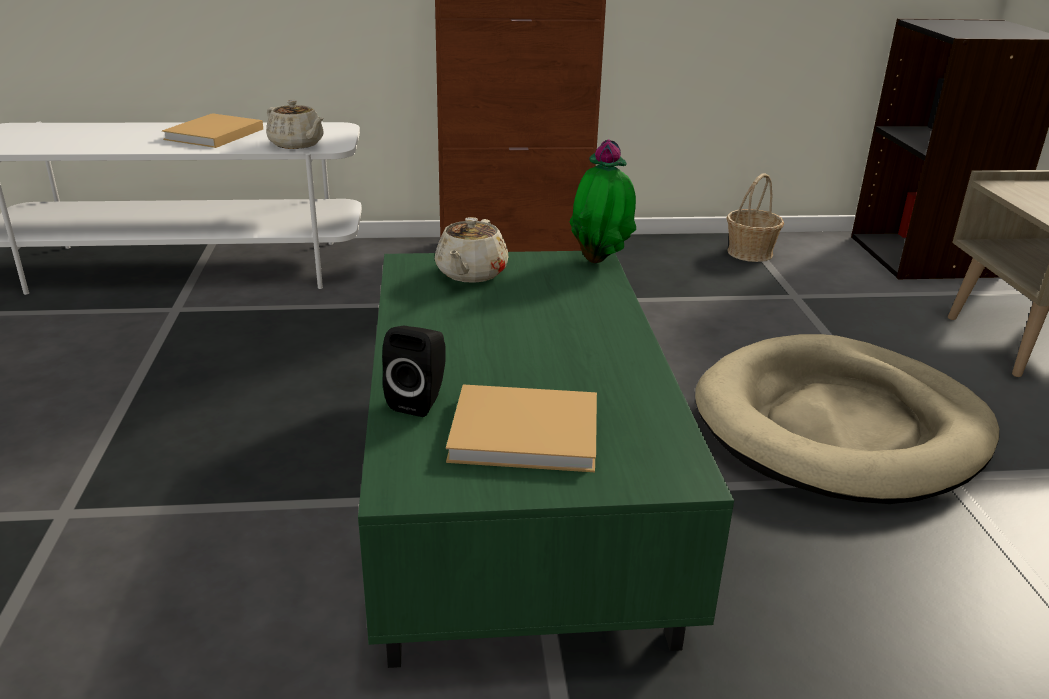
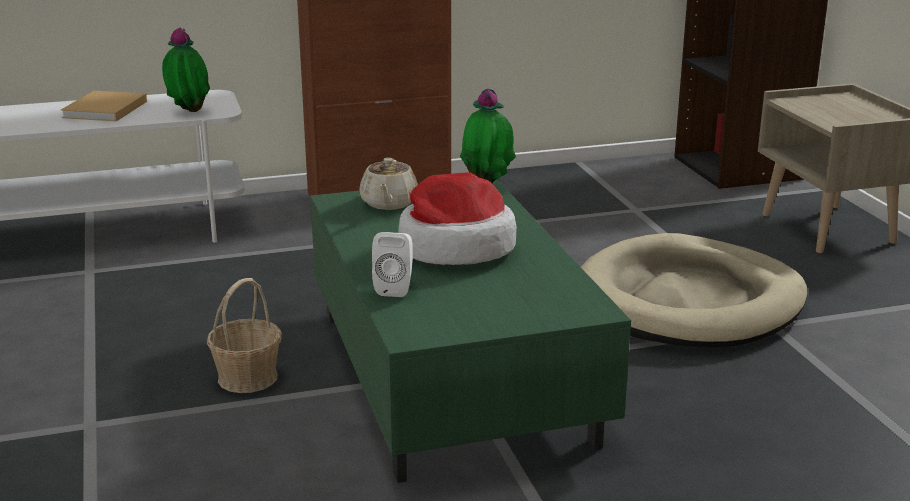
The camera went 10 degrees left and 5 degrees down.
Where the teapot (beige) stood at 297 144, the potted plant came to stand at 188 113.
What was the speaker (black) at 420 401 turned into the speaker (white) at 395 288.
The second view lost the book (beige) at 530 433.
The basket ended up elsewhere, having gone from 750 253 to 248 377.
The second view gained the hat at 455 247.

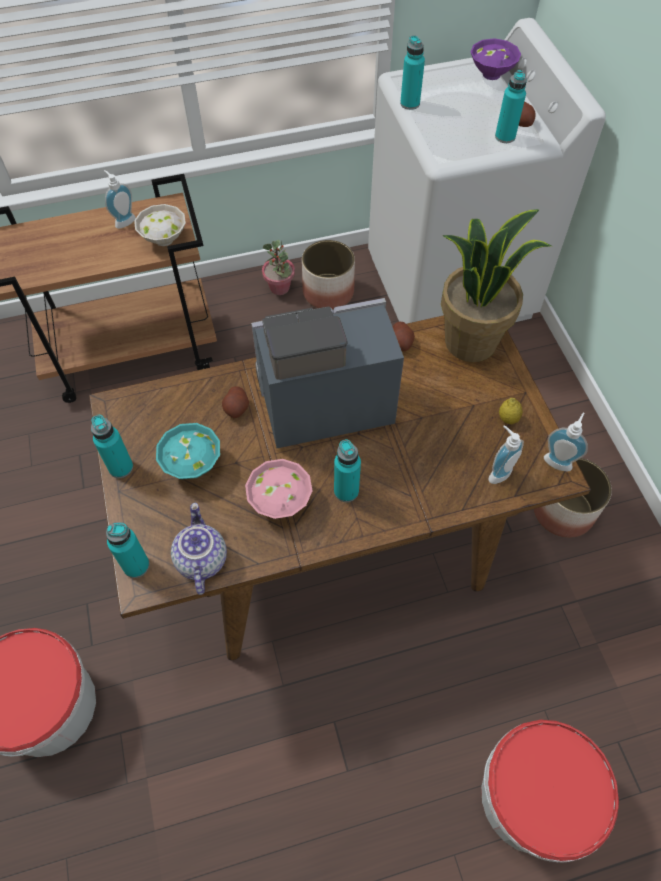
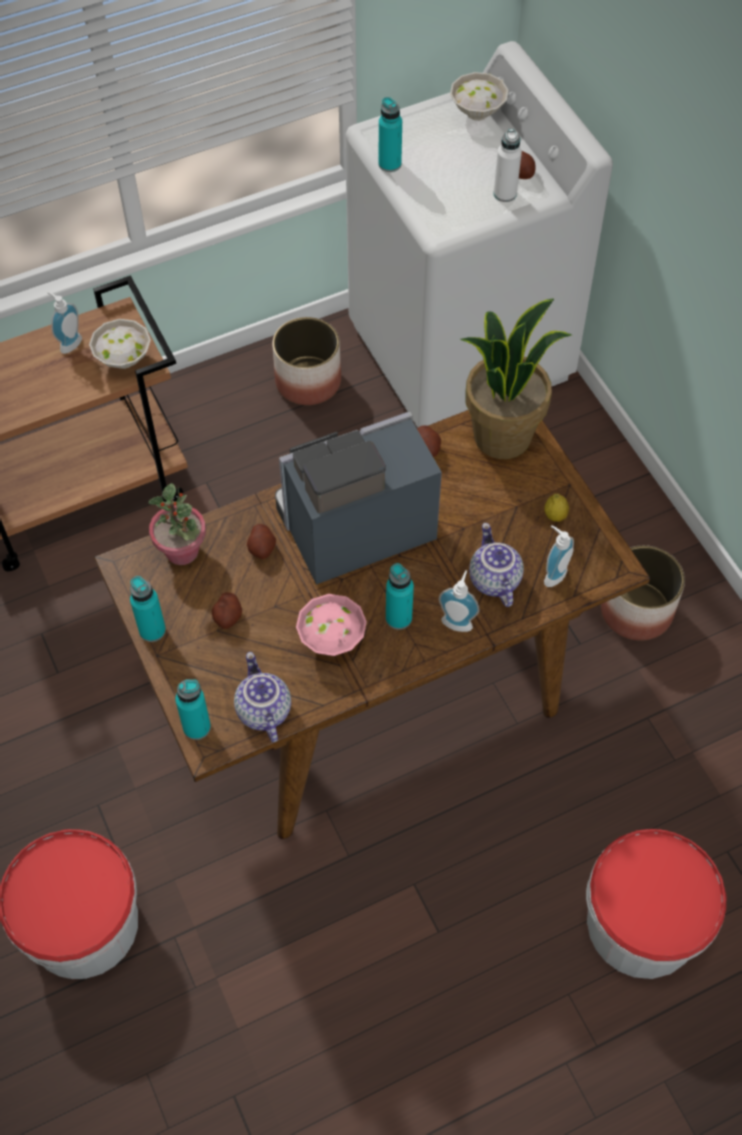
The camera went 10 degrees left and 0 degrees up.
Where the bowl (turquoise) stood at 191 465, the potato came to stand at 228 616.
The potted plant ended up elsewhere, having gone from 280 288 to 182 551.
What was the bowl (purple) at 492 75 turned into the bowl (white) at 478 114.
What was the bottle (turquoise) at 505 137 turned into the bottle (white) at 505 194.
The soap dispenser ended up elsewhere, having gone from 558 460 to 458 620.
The second view gained the teapot at 493 580.

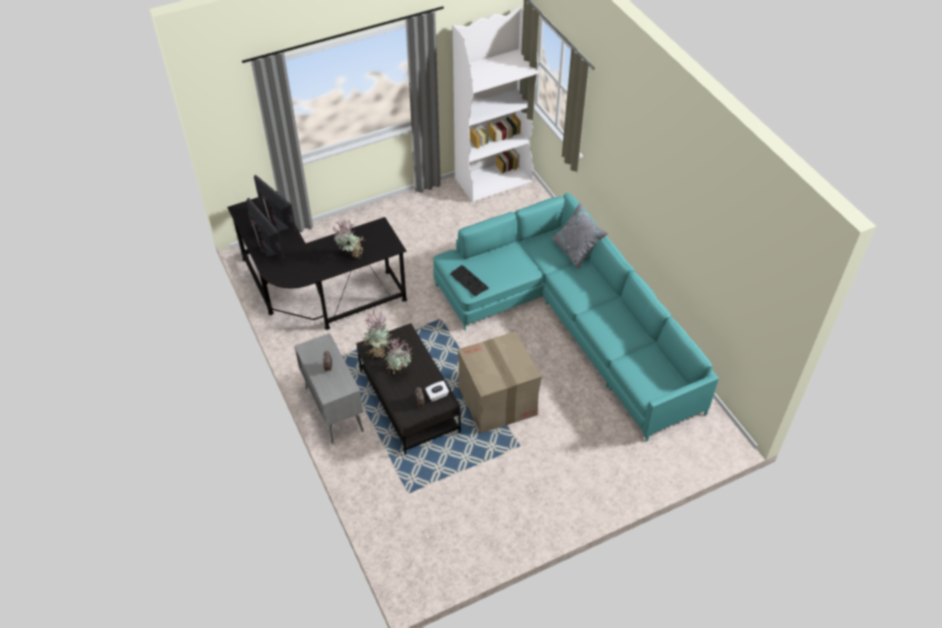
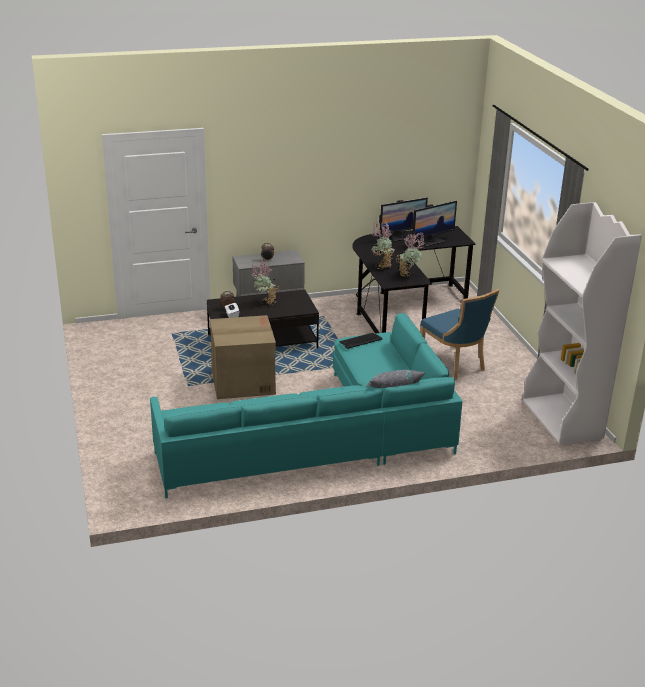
The camera went 100 degrees right and 20 degrees down.
The potted plant ended up elsewhere, having gone from 378 351 to 409 275.
The second view gained the chair (blue) at 454 365.

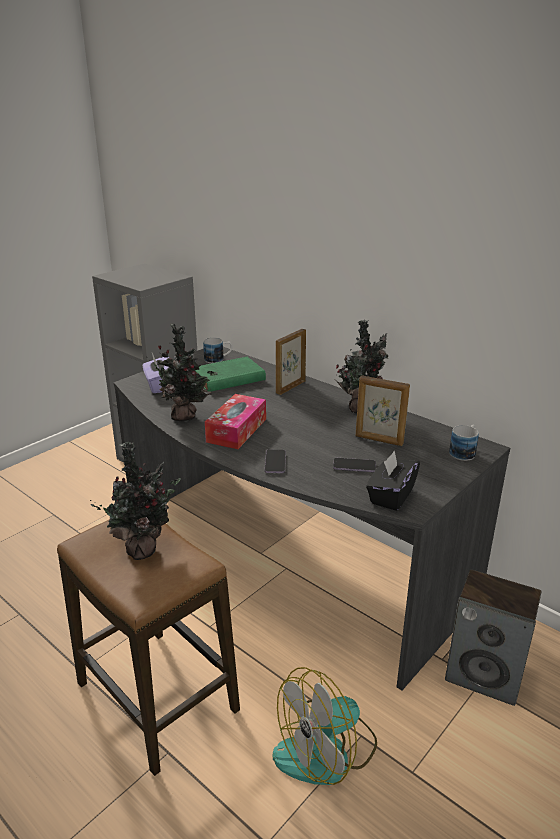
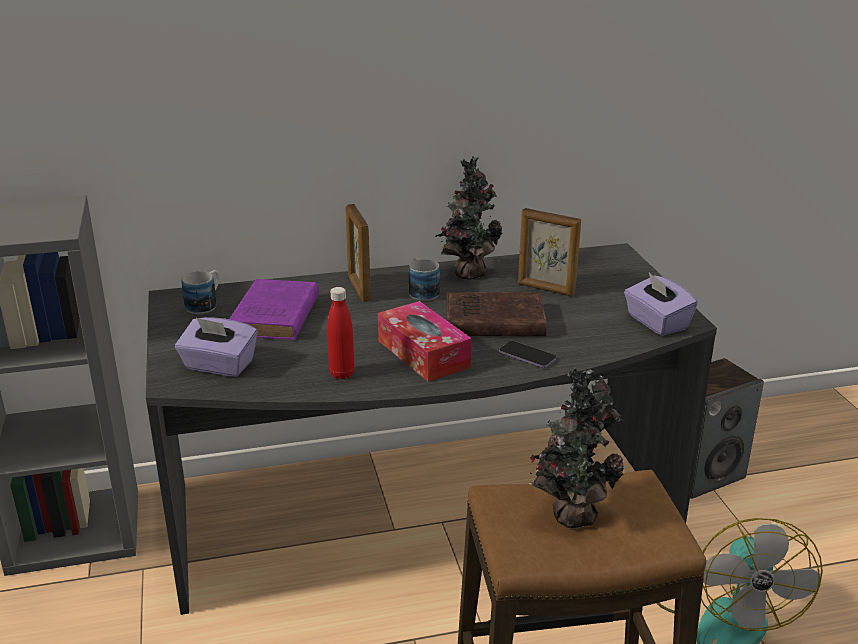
The camera went 55 degrees left and 0 degrees up.
Where the potted plant stood at 186 416, the bottle (red) came to stand at 342 374.
What was the book (green) at 226 379 turned into the book (purple) at 274 317.
The second view lost the phone at 354 466.
The picture frame at 379 440 ended up facing another way, 60 degrees clockwise from before.
What was the tissue box (black) at 391 496 turned into the tissue box (purple) at 656 322.
The mug ended up elsewhere, having gone from 464 451 to 421 291.
The second view gained the book (brown) at 491 321.

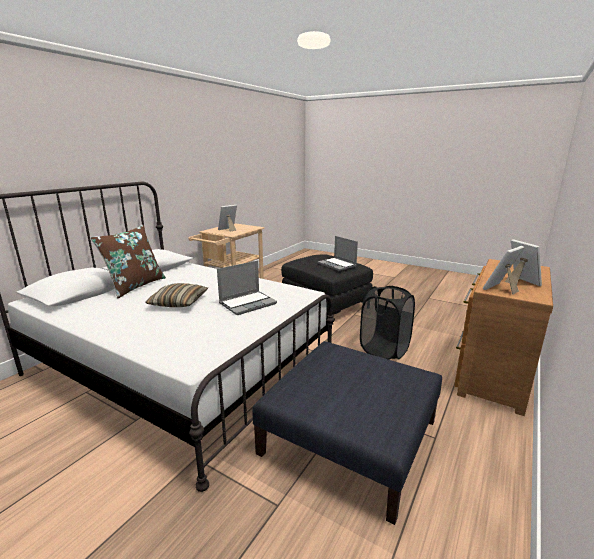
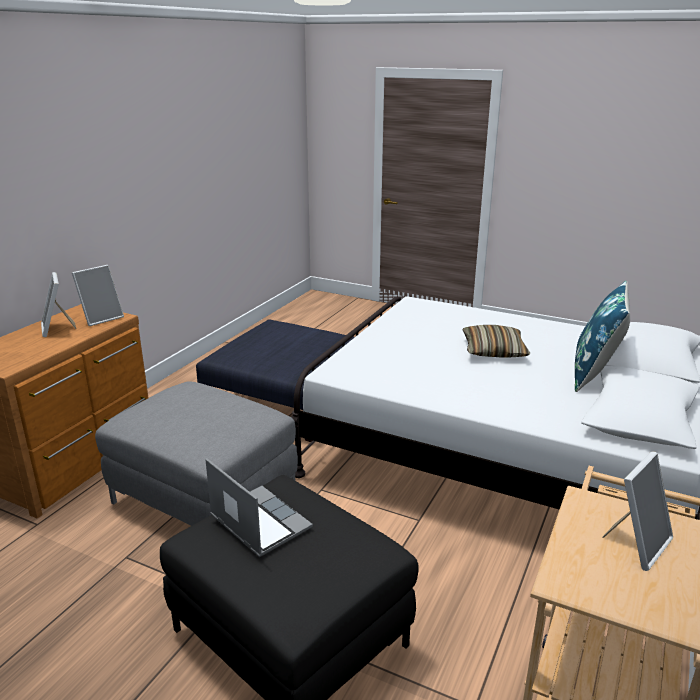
The camera went 175 degrees right and 5 degrees up.
What was the pillow (brown) at 135 286 turned into the pillow (blue) at 594 374.
The second view lost the laptop at 248 303.
Where the laundry basket (black) stood at 384 350, the ottoman (grey) came to stand at 205 497.

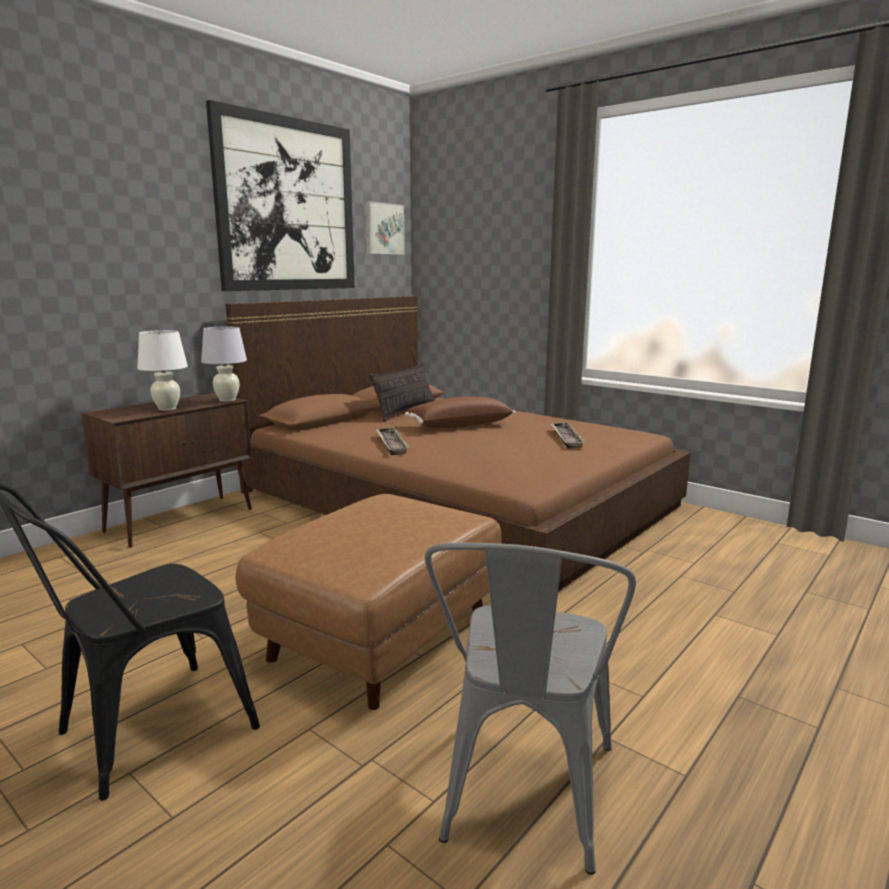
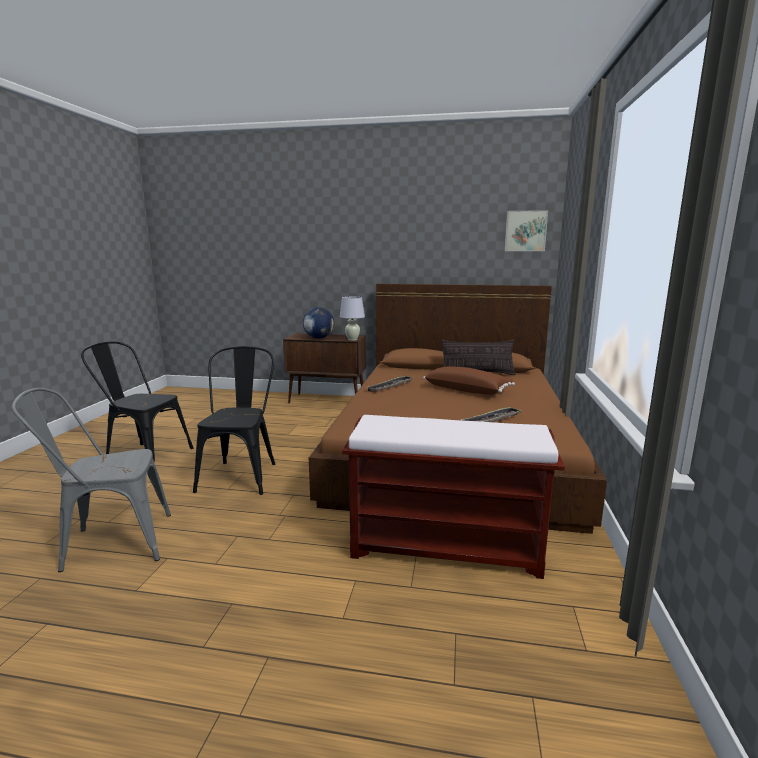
The camera went 60 degrees right and 0 degrees up.
Where the table lamp (white) stood at 167 409, the globe came to stand at 319 338.
The second view lost the picture at 287 205.
Where the ottoman (brown) stood at 380 636, the chair (black) came to stand at 241 474.
The second view gained the bench (brown) at 447 547.

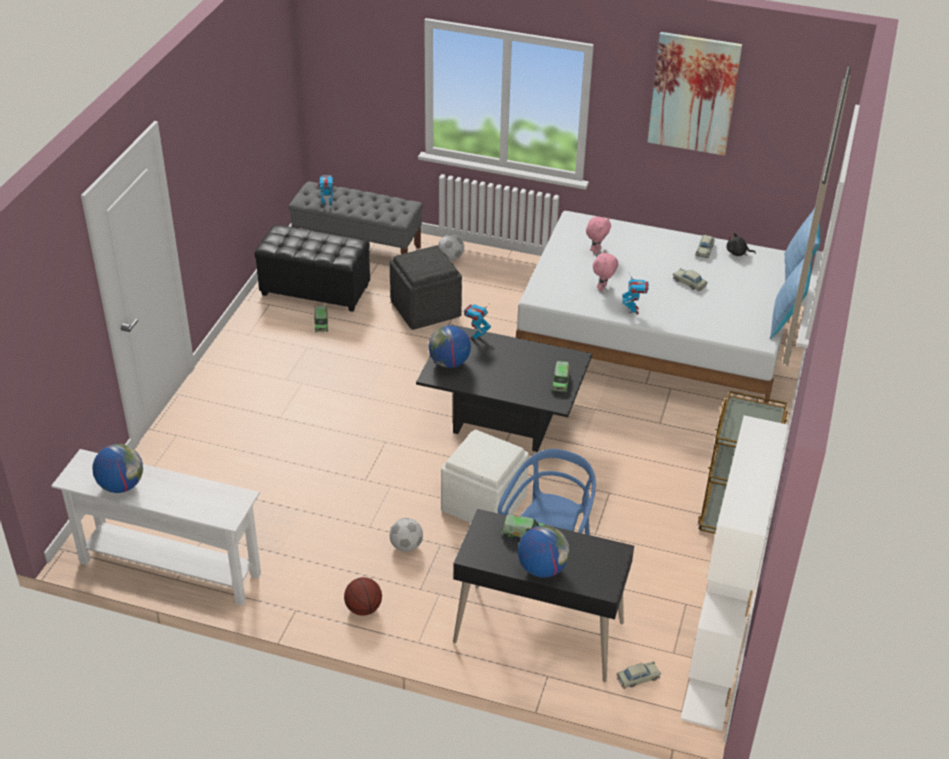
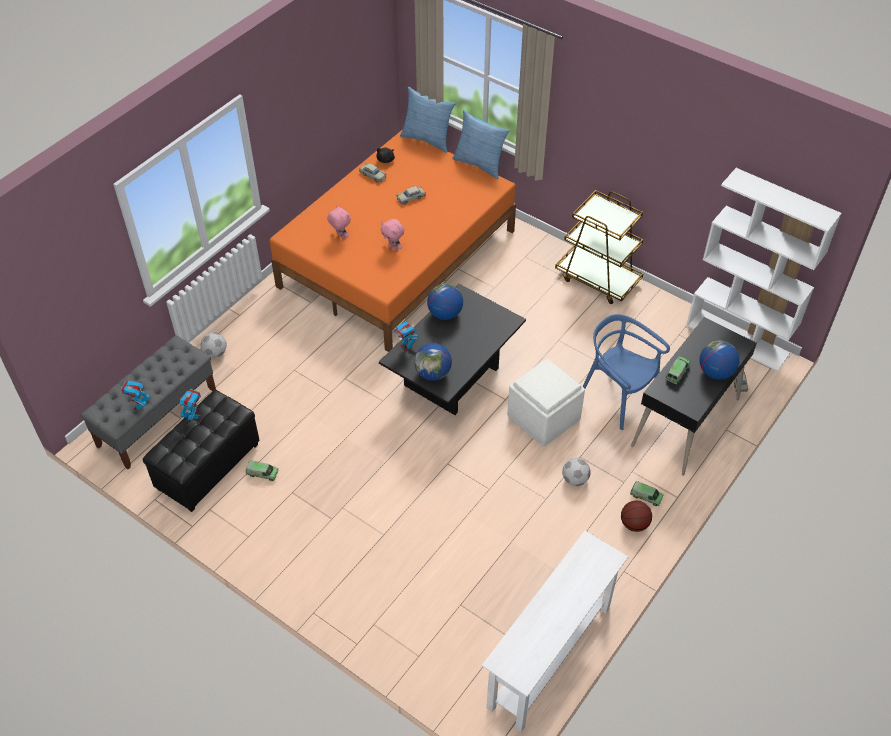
The camera went 70 degrees left and 10 degrees up.
The globe ended up elsewhere, having gone from 121 485 to 445 314.
The second view lost the ottoman (grey) at 426 308.
What was the bed (white) at 654 340 turned into the bed (orange) at 398 258.
The toy truck ended up elsewhere, having gone from 560 381 to 646 496.
The toy robot ended up elsewhere, having gone from 633 310 to 194 417.
The second view lost the picture at 693 93.

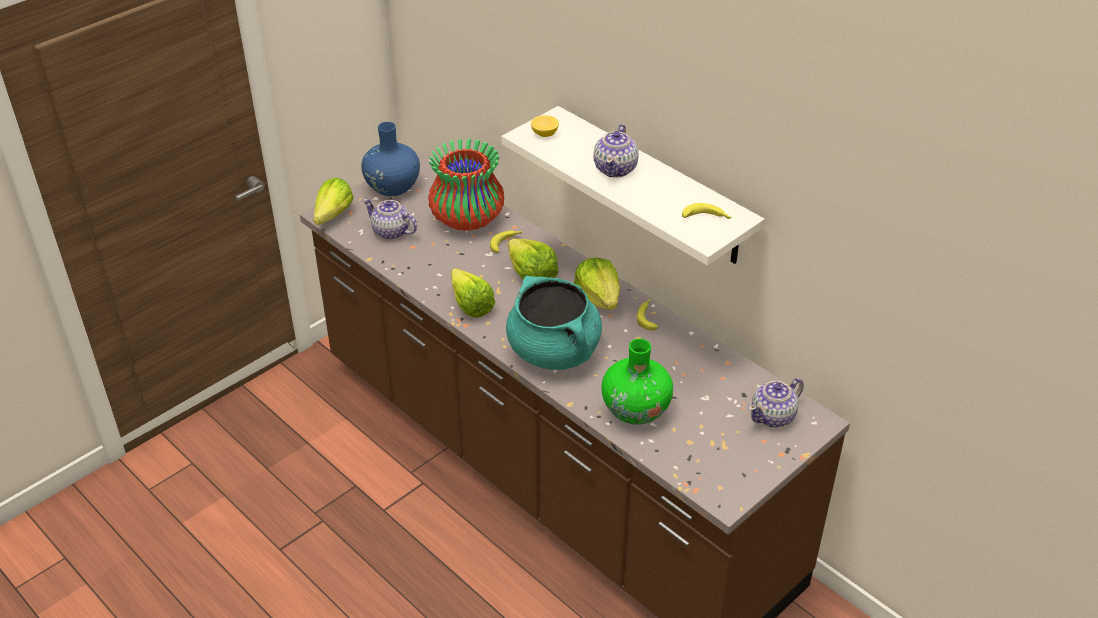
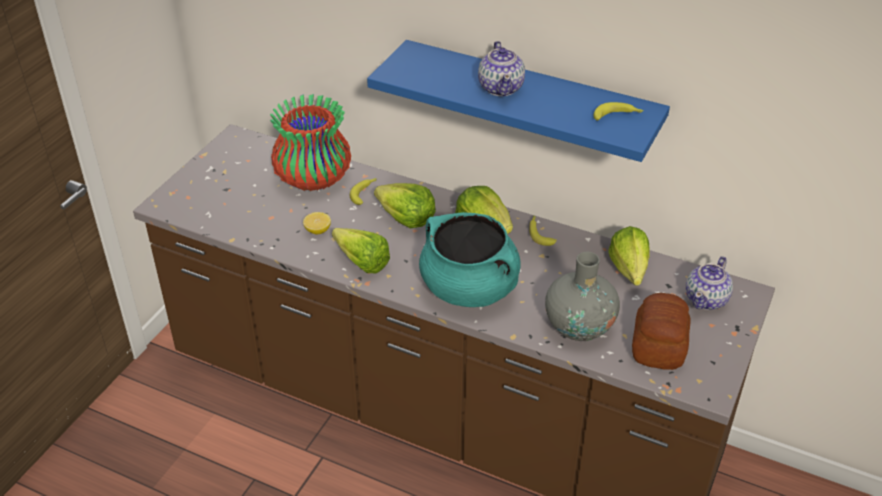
The camera went 20 degrees left and 0 degrees up.
The lettuce ended up elsewhere, having gone from 330 218 to 628 274.
The second view lost the vase (blue) at 392 187.
The second view lost the teapot at 391 232.
What was the shelf (white) at 653 186 turned into the shelf (blue) at 530 100.
The lemon ended up elsewhere, having gone from 544 134 to 317 230.
What was the vase (green) at 636 410 turned into the vase (grey) at 579 326.
The second view gained the bread at 659 345.

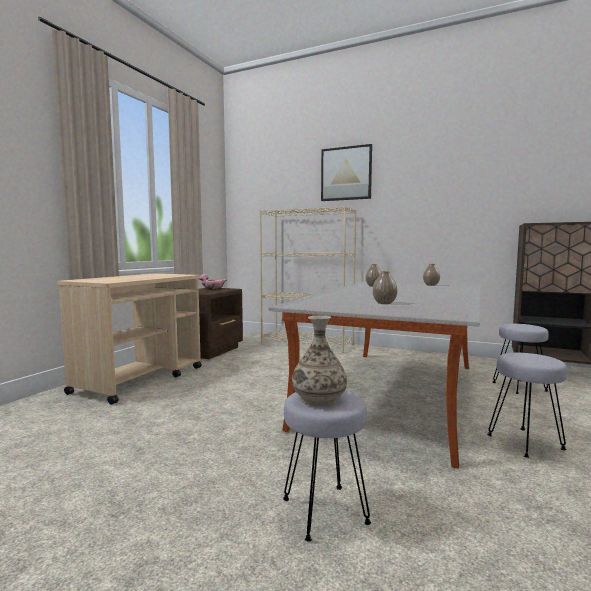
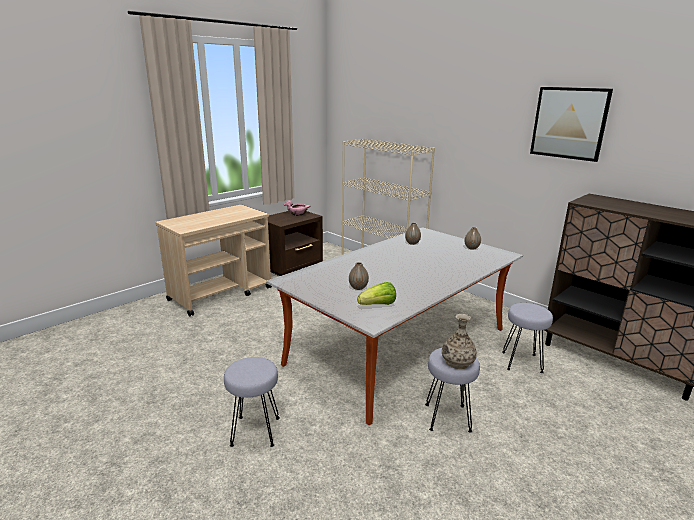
The camera went 20 degrees right and 15 degrees up.
The vase ended up elsewhere, having gone from 318 399 to 457 362.
The picture ended up elsewhere, having gone from 346 173 to 569 123.
The second view gained the lettuce at 378 305.

